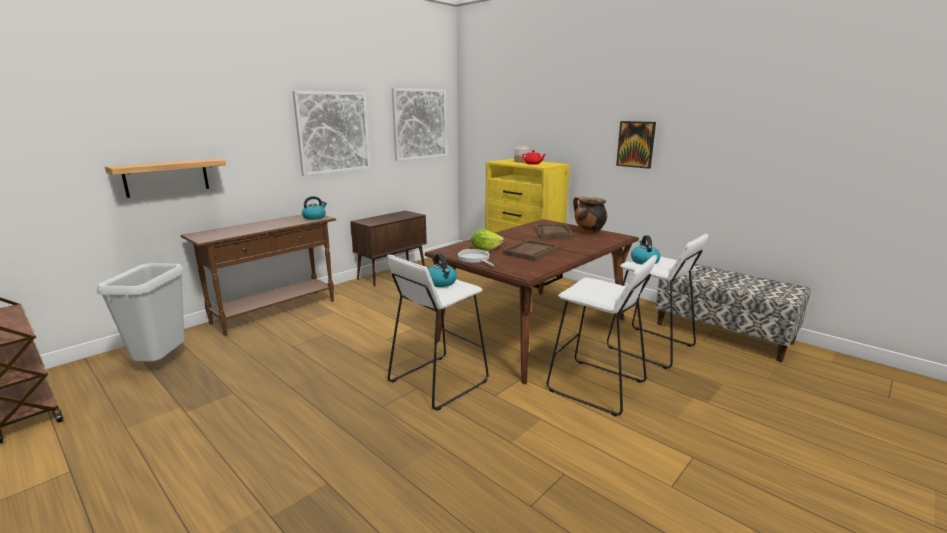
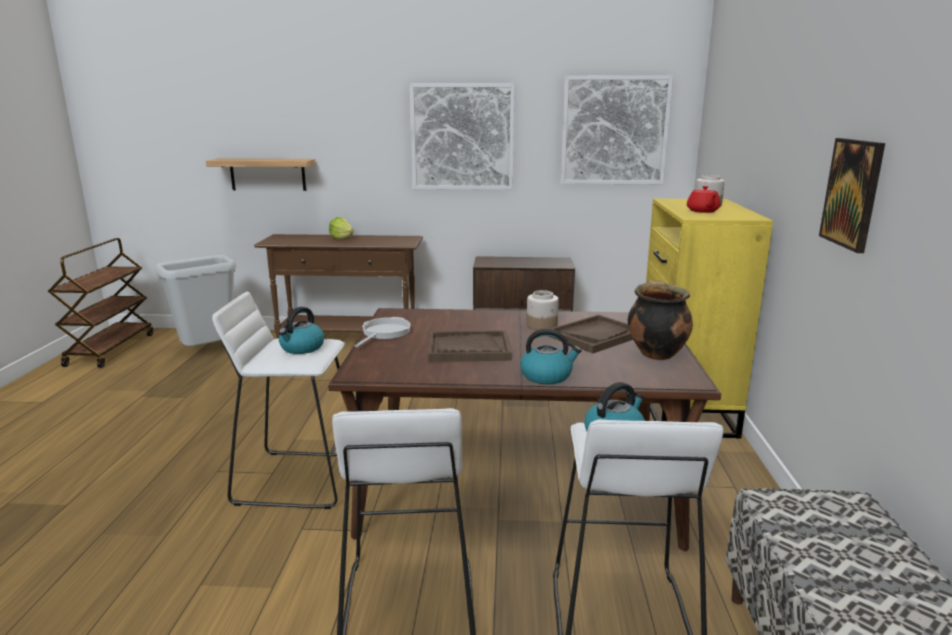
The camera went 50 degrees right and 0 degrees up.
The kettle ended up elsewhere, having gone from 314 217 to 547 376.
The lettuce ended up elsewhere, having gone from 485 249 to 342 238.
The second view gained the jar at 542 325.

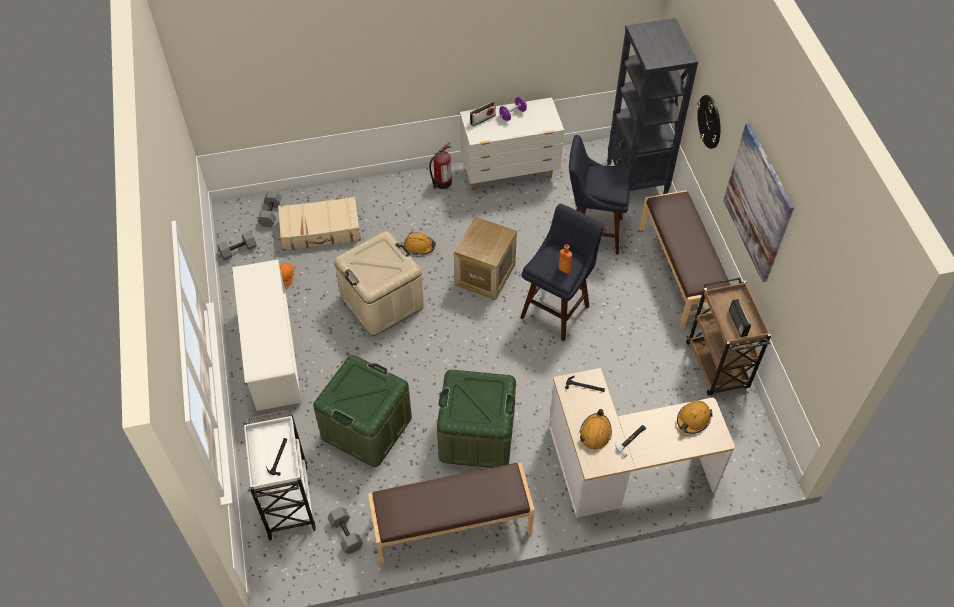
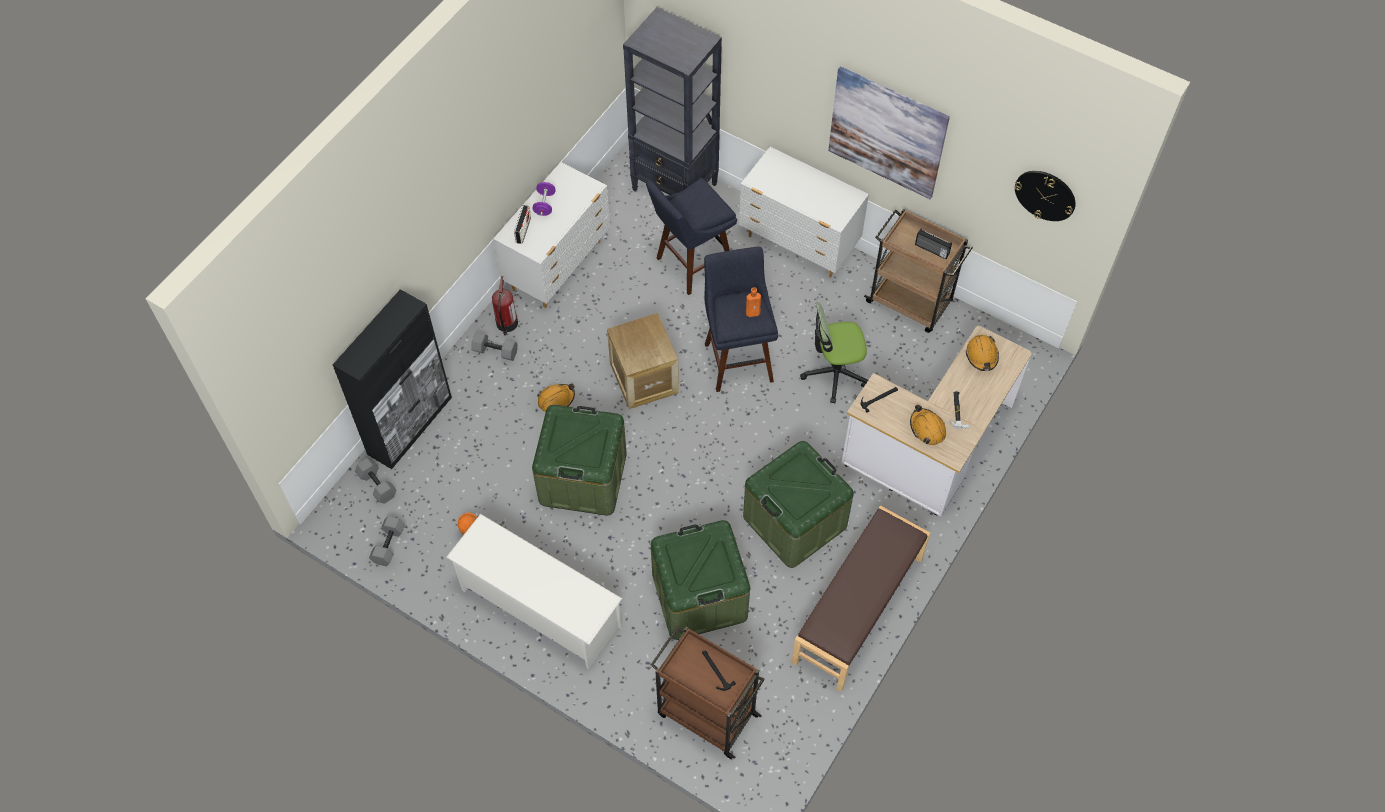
The camera went 45 degrees left and 5 degrees up.
What was the cart (white) at 287 499 turned into the cart (brown) at 706 714.
The second view lost the suitcase (beige) at 321 230.
The dumbbell (grey) ended up elsewhere, having gone from 345 534 to 494 352.
What was the storage box (beige) at 382 301 turned into the storage box (green) at 583 478.
Where the bench (brown) stood at 680 272, the dresser (white) came to stand at 799 244.
The wall clock ended up elsewhere, having gone from 709 121 to 1045 195.
The second view gained the cabinet (black) at 410 425.
The second view gained the office chair at 834 373.

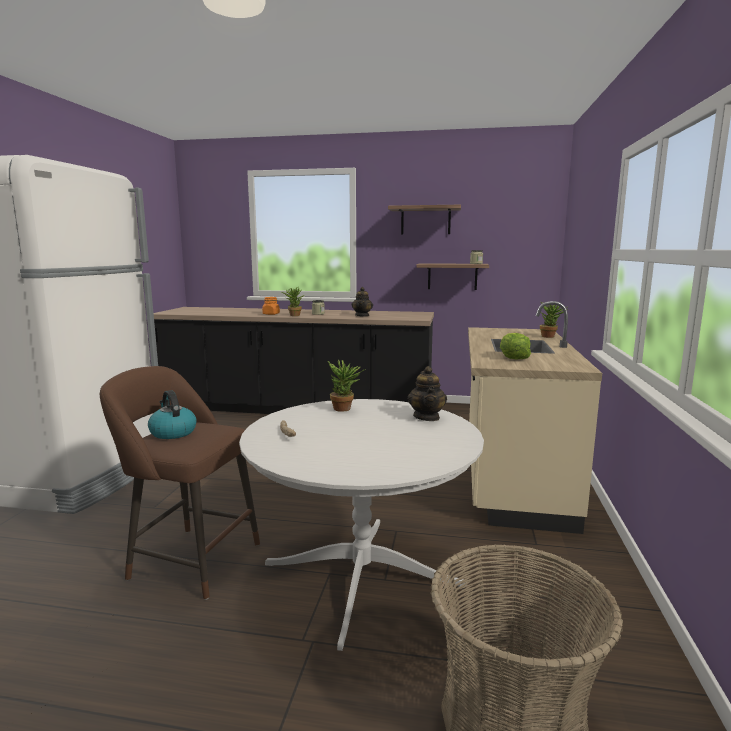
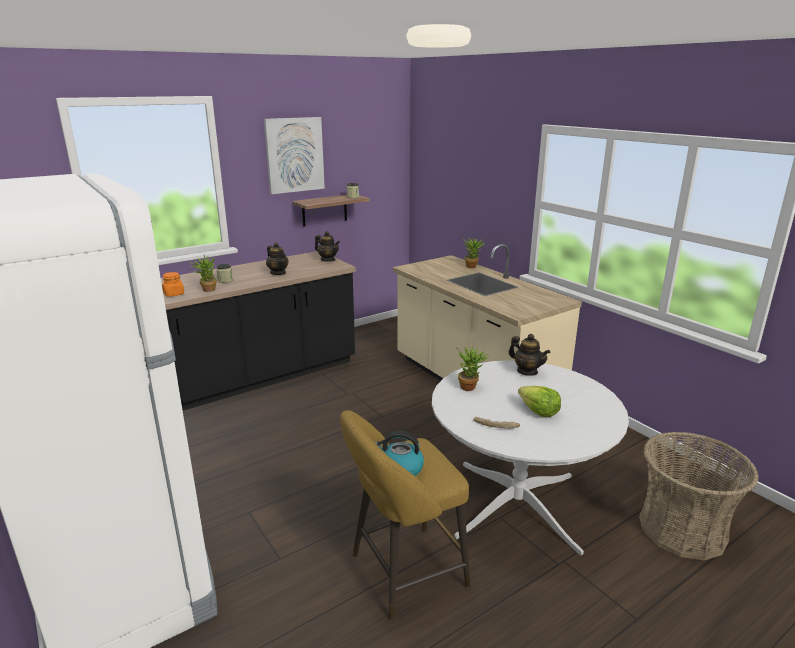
The camera went 45 degrees left and 10 degrees up.
What was the stool (brown) at 189 560 turned into the stool (yellow) at 402 573.
Where the shelf hung at 425 220, the picture came to hang at 294 155.
The lettuce ended up elsewhere, having gone from 513 357 to 538 411.
The second view gained the teapot at 328 260.

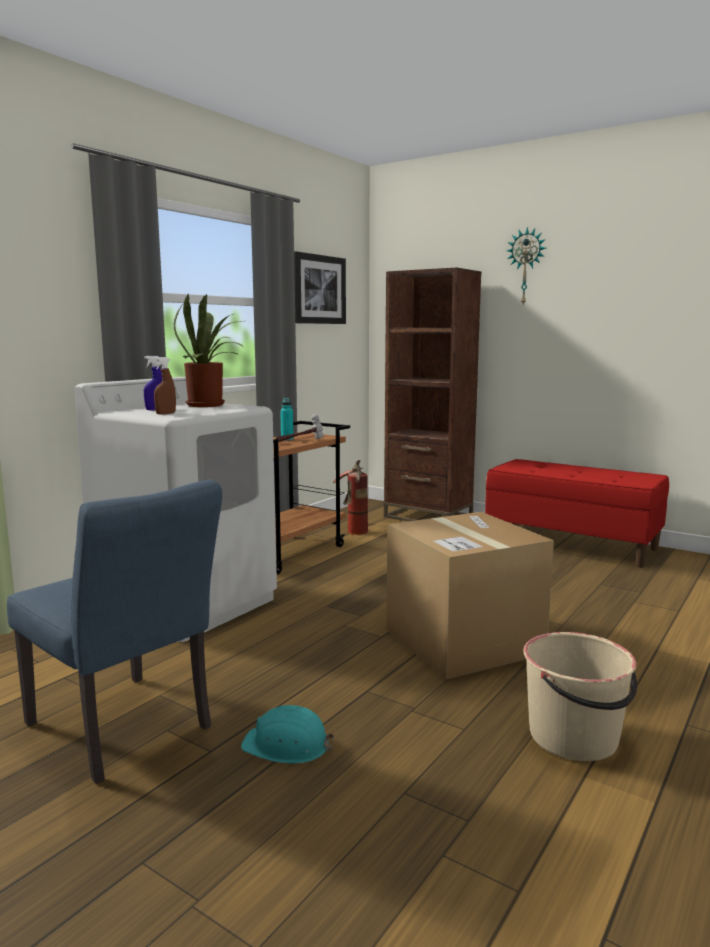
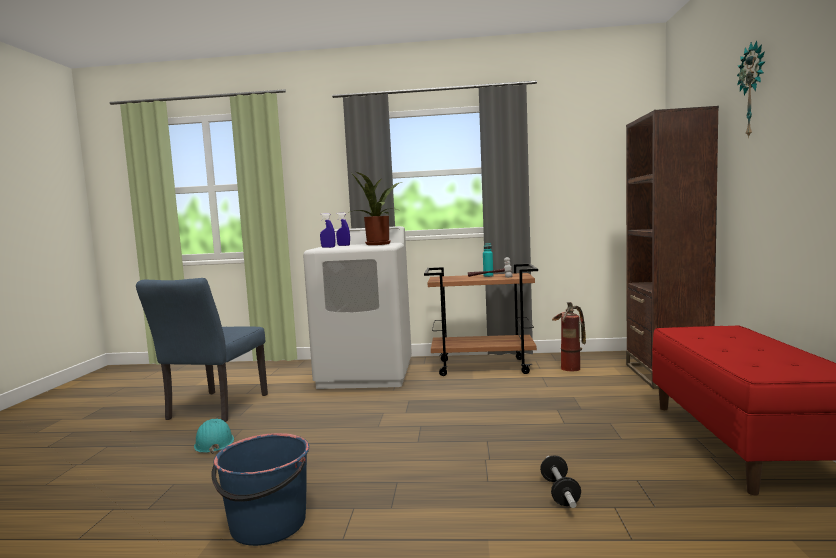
The camera went 60 degrees right and 5 degrees down.
What was the spray bottle (brown) at 165 414 turned into the spray bottle (blue) at 328 247.
The second view lost the picture at 319 289.
The second view lost the cardboard box at 463 641.
What was the bucket (beige) at 574 737 turned into the bucket (blue) at 268 525.
The second view gained the dumbbell at 560 493.

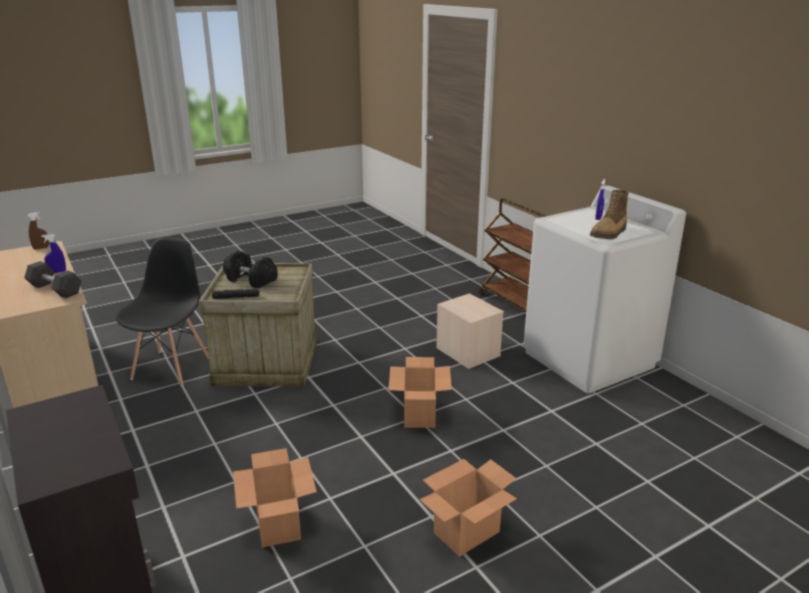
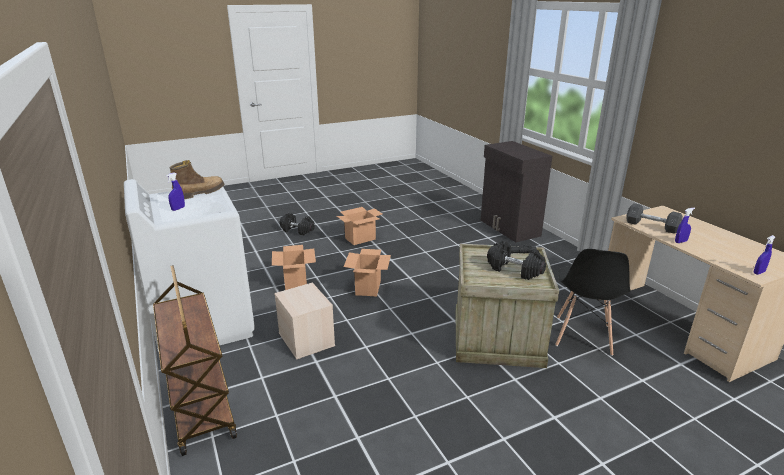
The camera went 175 degrees left and 0 degrees up.
What was the spray bottle (brown) at 41 248 turned into the spray bottle (blue) at 759 272.
The cardboard box ended up elsewhere, having gone from 278 525 to 295 283.
The second view gained the dumbbell (black) at 297 230.

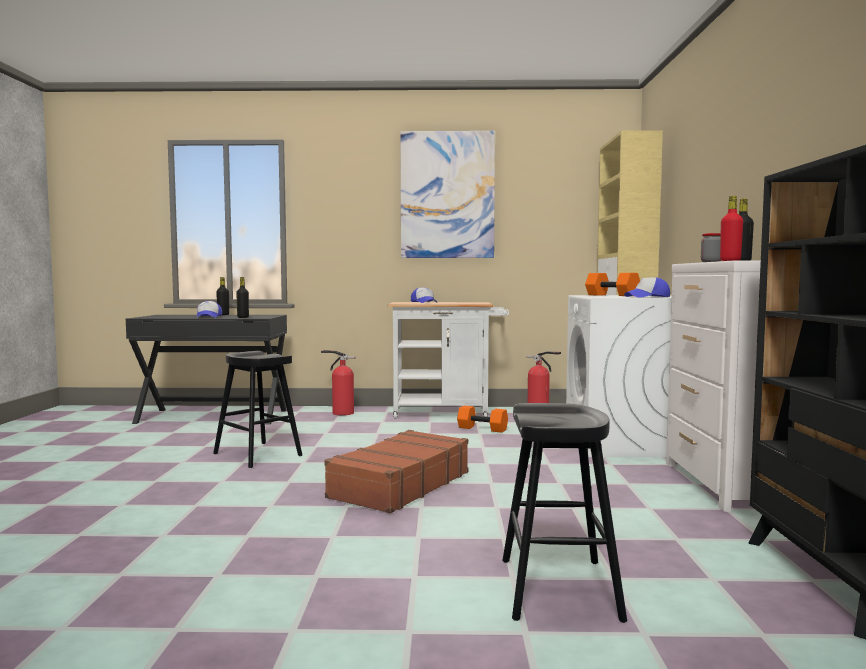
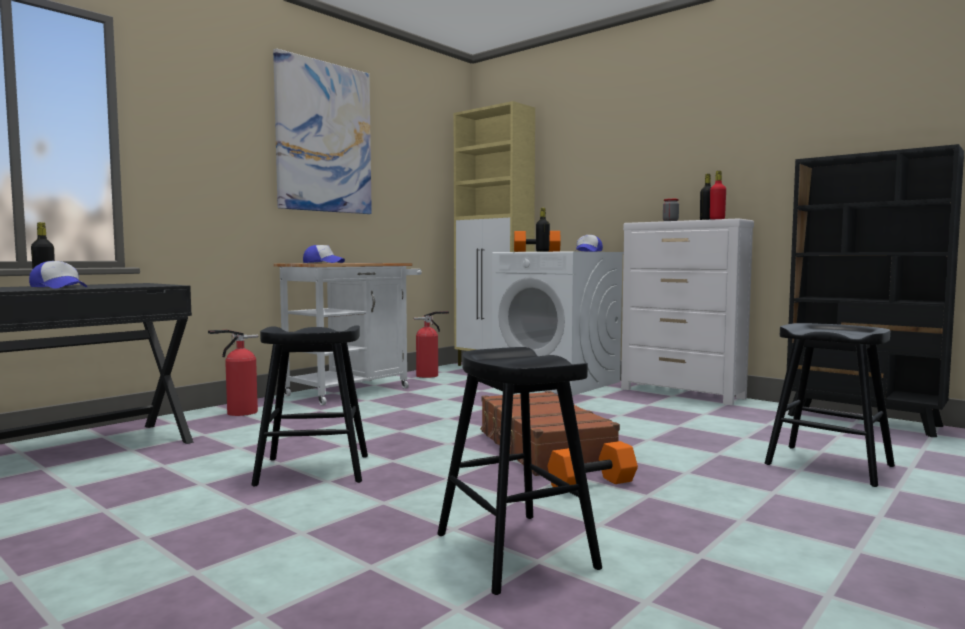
The camera went 50 degrees left and 0 degrees up.
The bottle (black) ended up elsewhere, having gone from 243 317 to 542 251.
The dumbbell (orange) ended up elsewhere, having gone from 483 429 to 592 483.
The second view gained the stool (black) at 515 551.

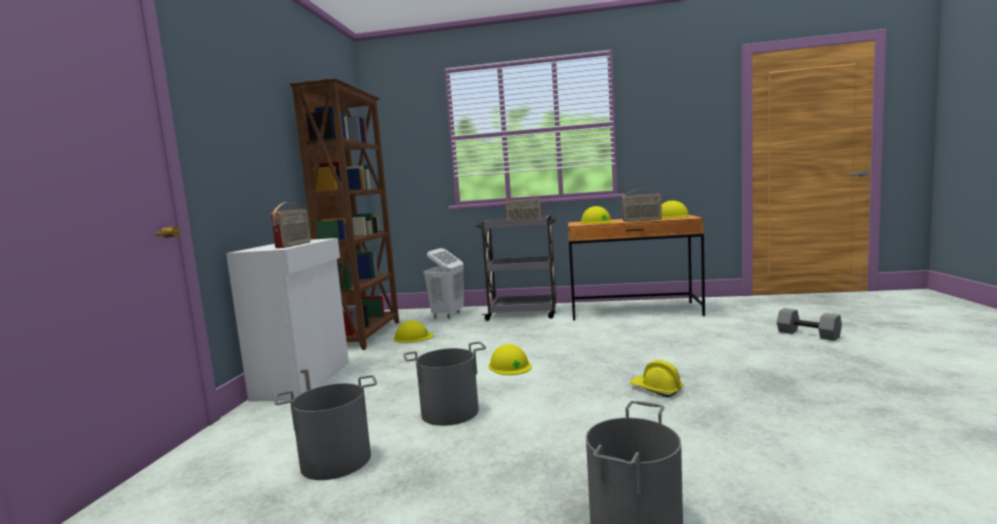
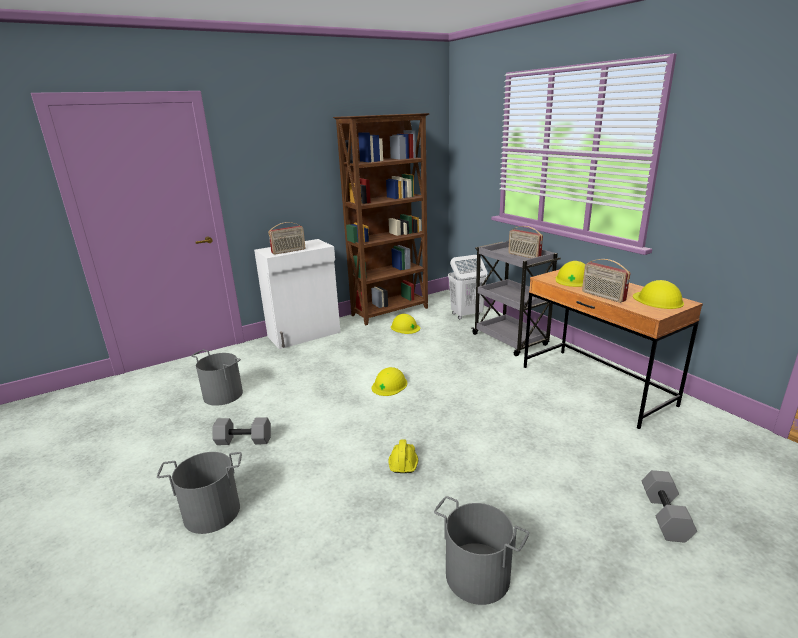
The camera went 50 degrees right and 15 degrees up.
The bucket (grey) ended up elsewhere, having gone from 450 412 to 477 576.
The second view gained the dumbbell (grey) at 244 440.

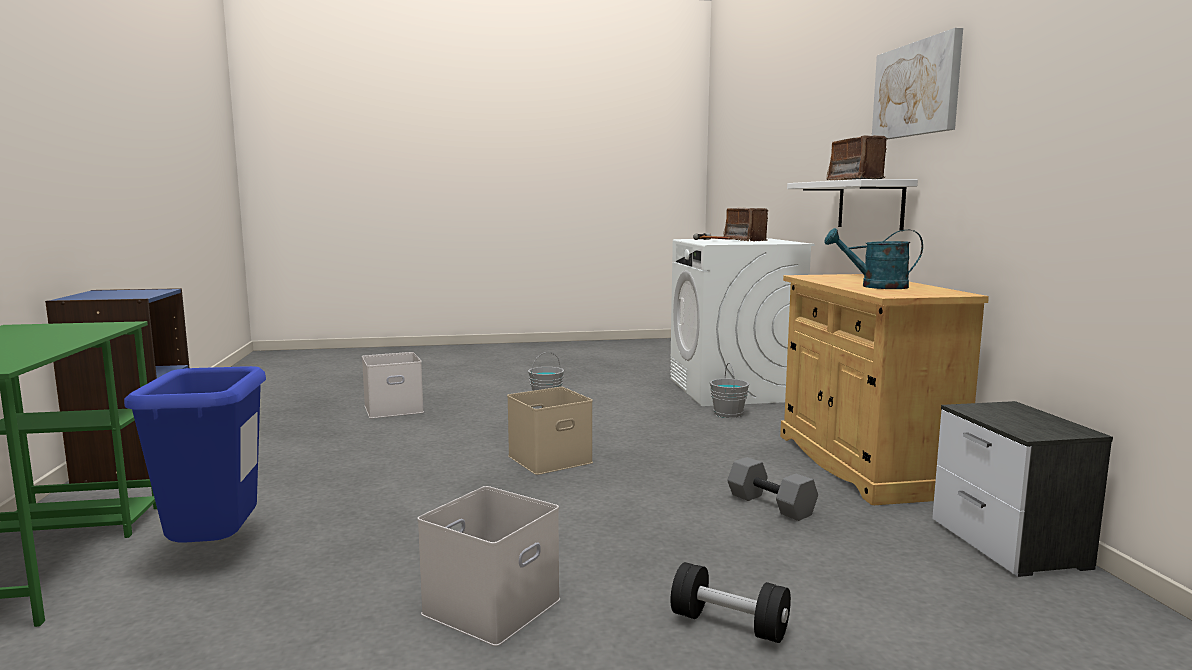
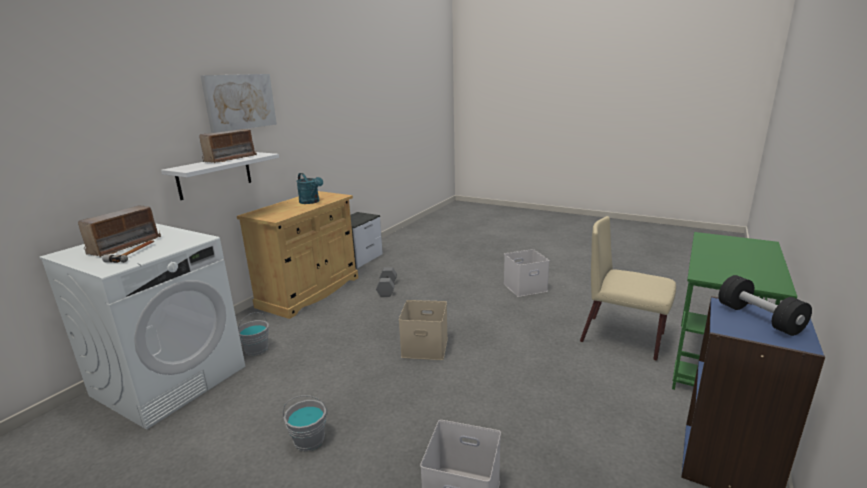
The camera went 140 degrees left and 10 degrees up.
Where the trash can (blue) stood at 215 554, the chair (beige) came to stand at 623 338.
The dumbbell (black) ended up elsewhere, having gone from 729 624 to 759 318.

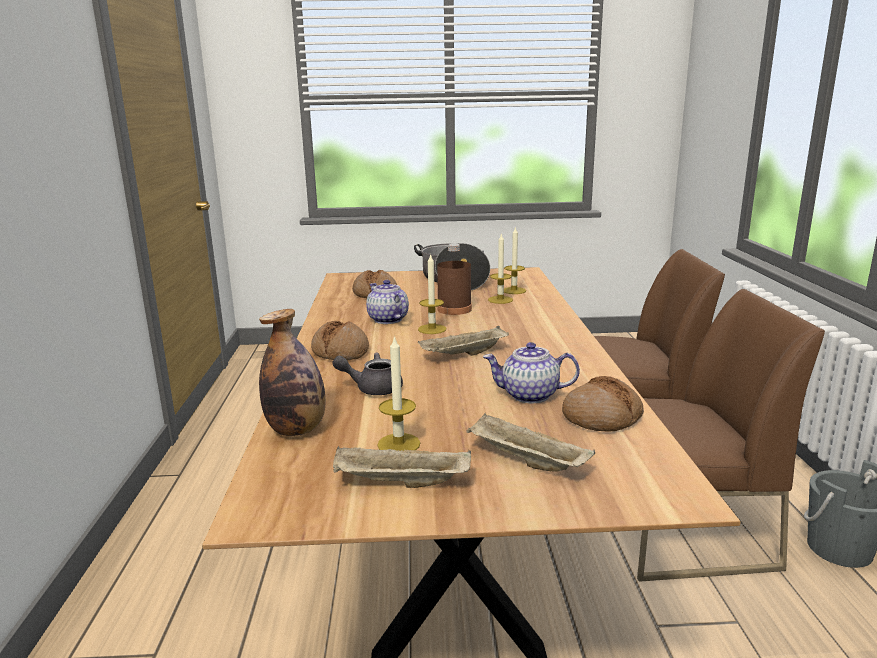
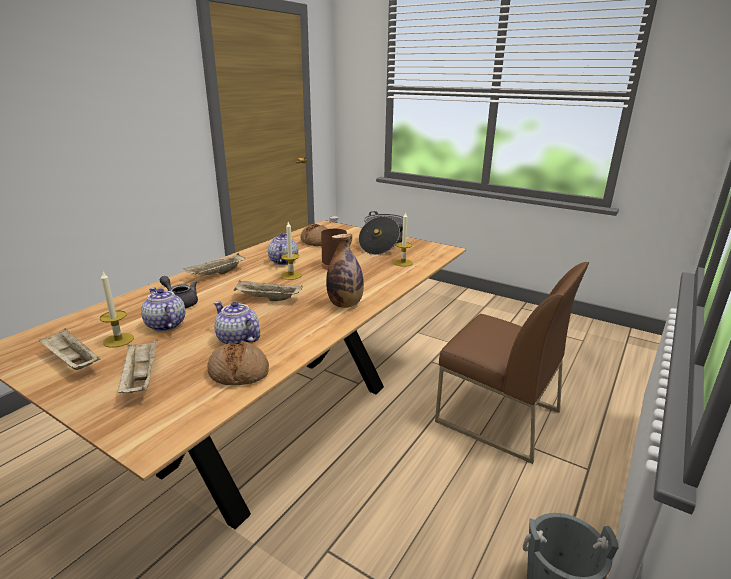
The camera went 35 degrees right and 5 degrees up.
The bottle ended up elsewhere, having gone from 297 430 to 345 304.
Where the bread stood at 341 352, the tray (beige) came to stand at 216 274.
The second view lost the candle at 500 300.
The second view lost the chair (brown) at 681 534.
The second view gained the teapot at 165 325.

